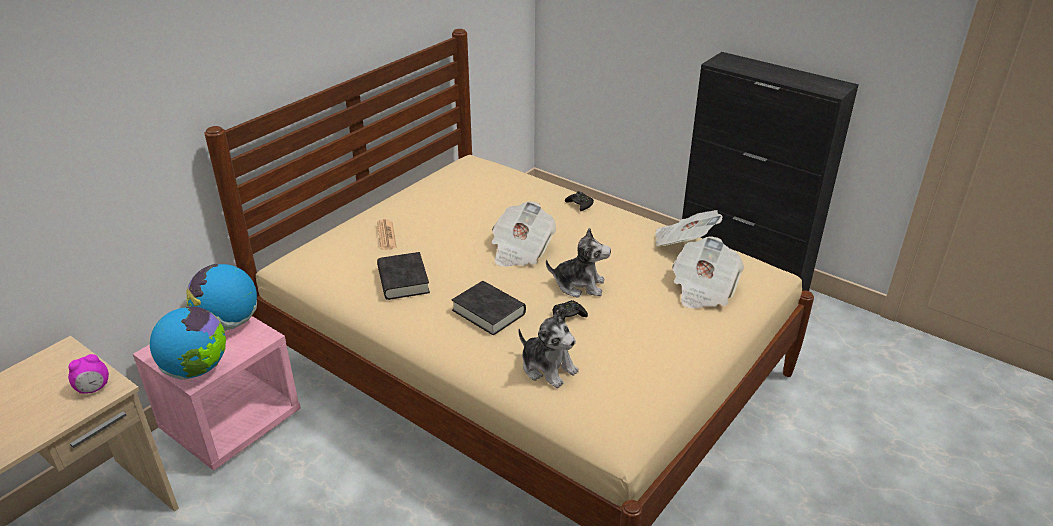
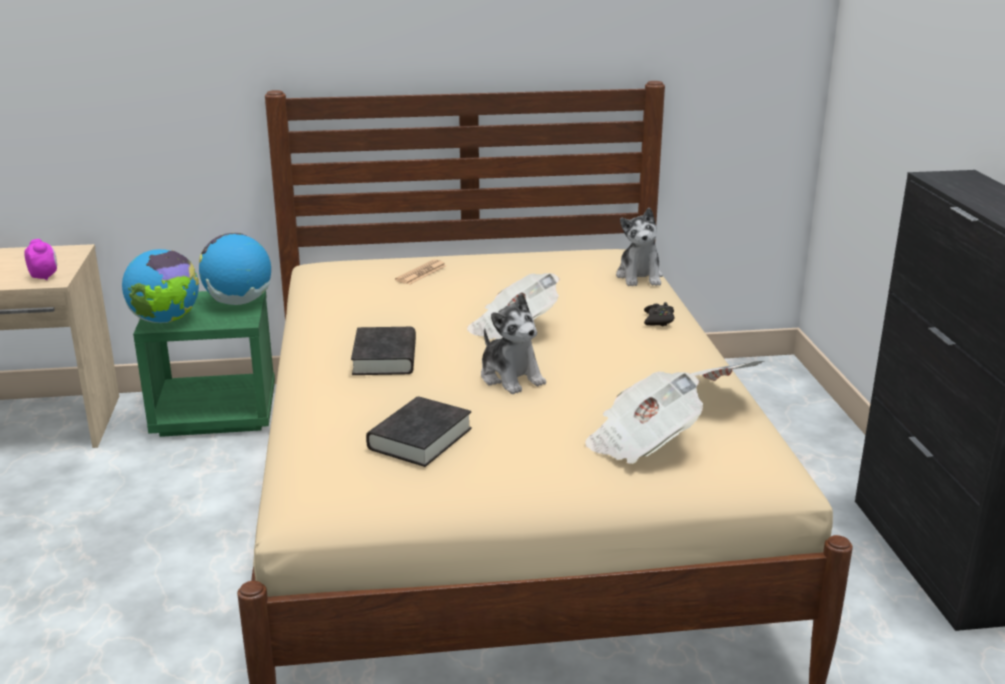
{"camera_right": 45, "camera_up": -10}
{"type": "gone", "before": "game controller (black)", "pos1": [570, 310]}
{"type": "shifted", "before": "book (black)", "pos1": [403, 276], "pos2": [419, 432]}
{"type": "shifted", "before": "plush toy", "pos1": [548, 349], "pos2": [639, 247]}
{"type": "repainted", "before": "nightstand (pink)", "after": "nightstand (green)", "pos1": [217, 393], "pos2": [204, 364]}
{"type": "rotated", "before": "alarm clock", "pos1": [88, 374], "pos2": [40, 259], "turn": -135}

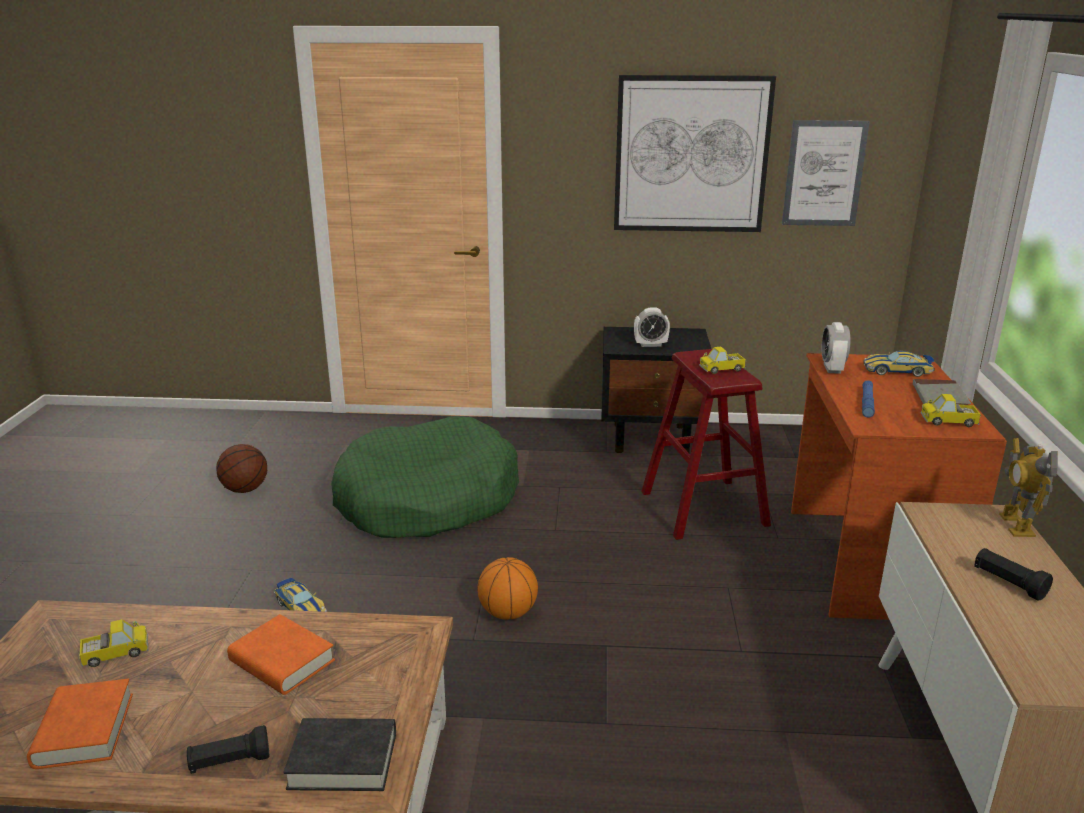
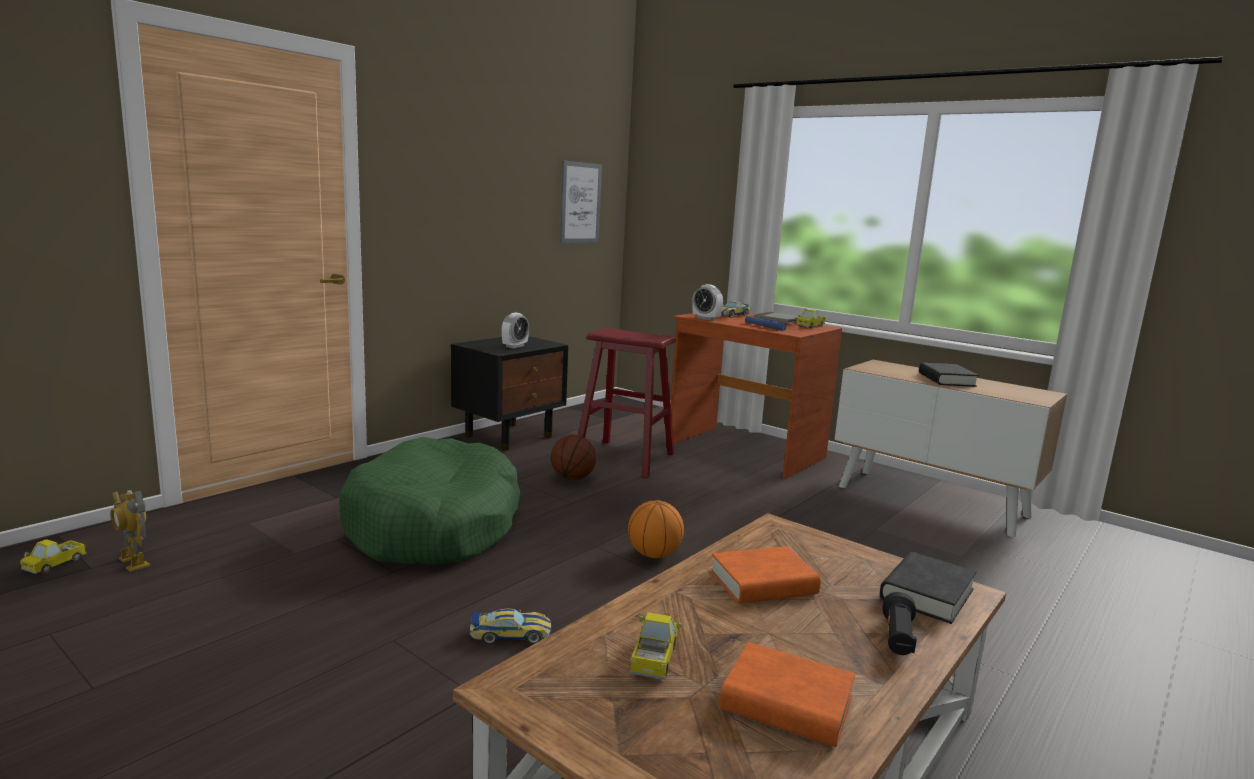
{"camera_right": -55, "camera_up": -10}
{"type": "gone", "before": "picture", "pos1": [695, 153]}
{"type": "shifted", "before": "basketball", "pos1": [241, 468], "pos2": [573, 457]}
{"type": "shifted", "before": "toy truck", "pos1": [722, 360], "pos2": [53, 556]}
{"type": "shifted", "before": "toy robot", "pos1": [1028, 487], "pos2": [130, 531]}
{"type": "swapped", "before": "flashlight (black)", "after": "book (black)", "pos1": [1013, 574], "pos2": [949, 375]}

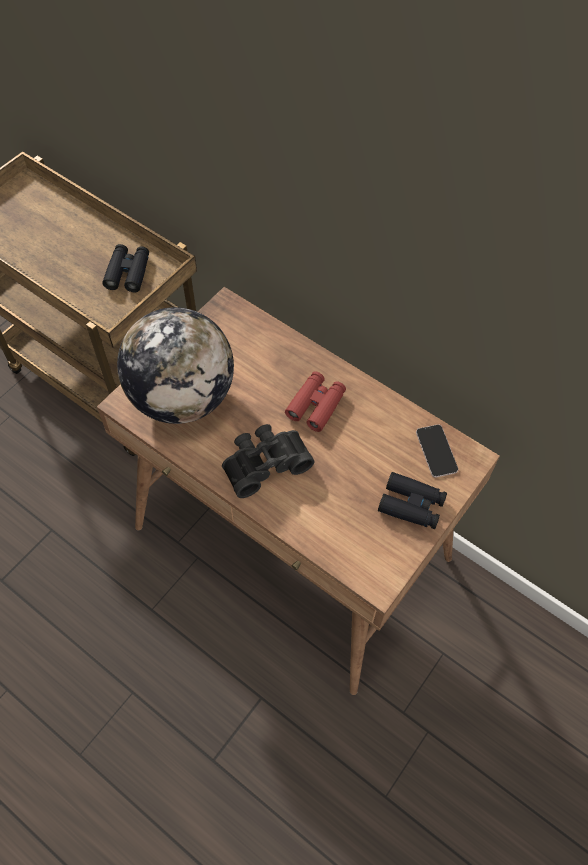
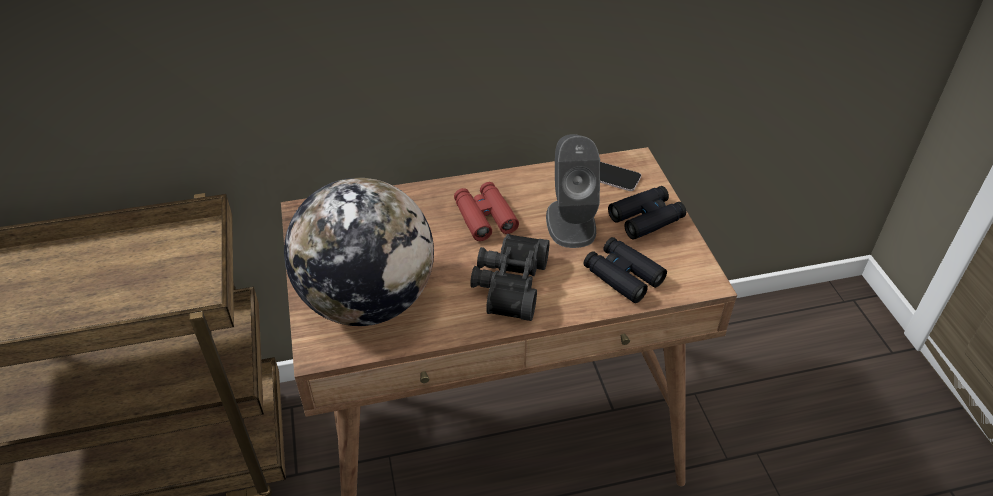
{"camera_right": -50, "camera_up": -15}
{"type": "new", "after": "speaker (grey)", "pos2": [573, 191]}
{"type": "shifted", "before": "binoculars (black)", "pos1": [125, 268], "pos2": [625, 270]}

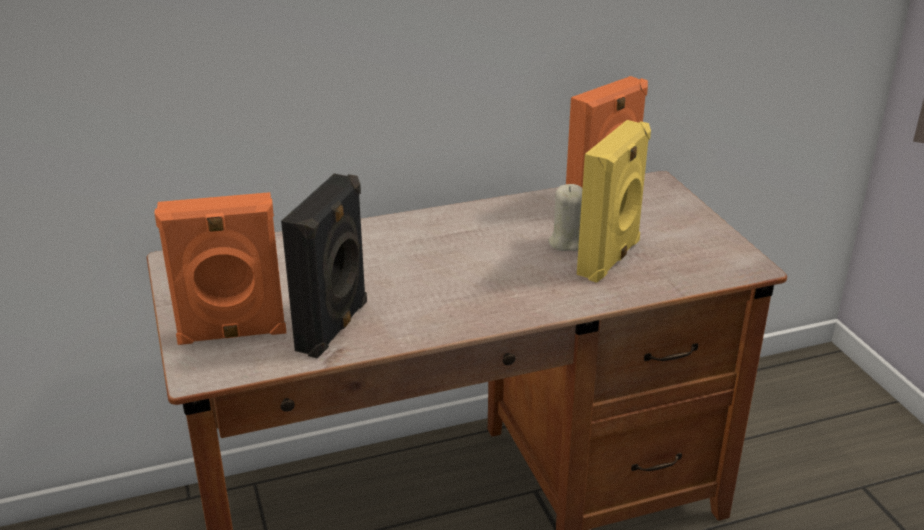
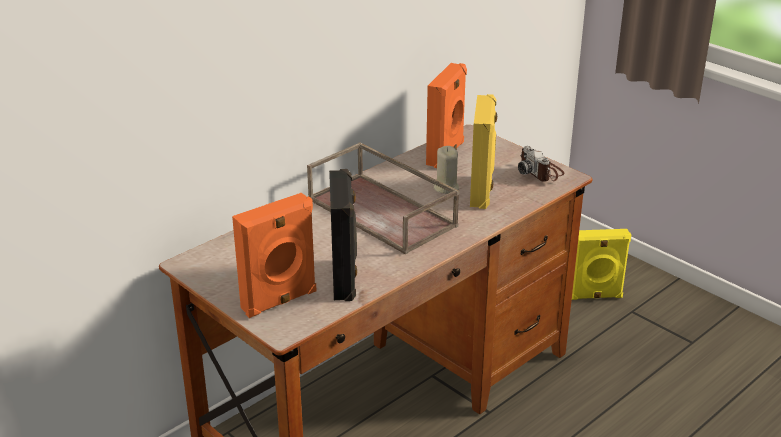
{"camera_right": -25, "camera_up": 0}
{"type": "new", "after": "tray (brown)", "pos2": [383, 198]}
{"type": "new", "after": "photo camera", "pos2": [541, 164]}
{"type": "new", "after": "speaker (yellow)", "pos2": [601, 264]}

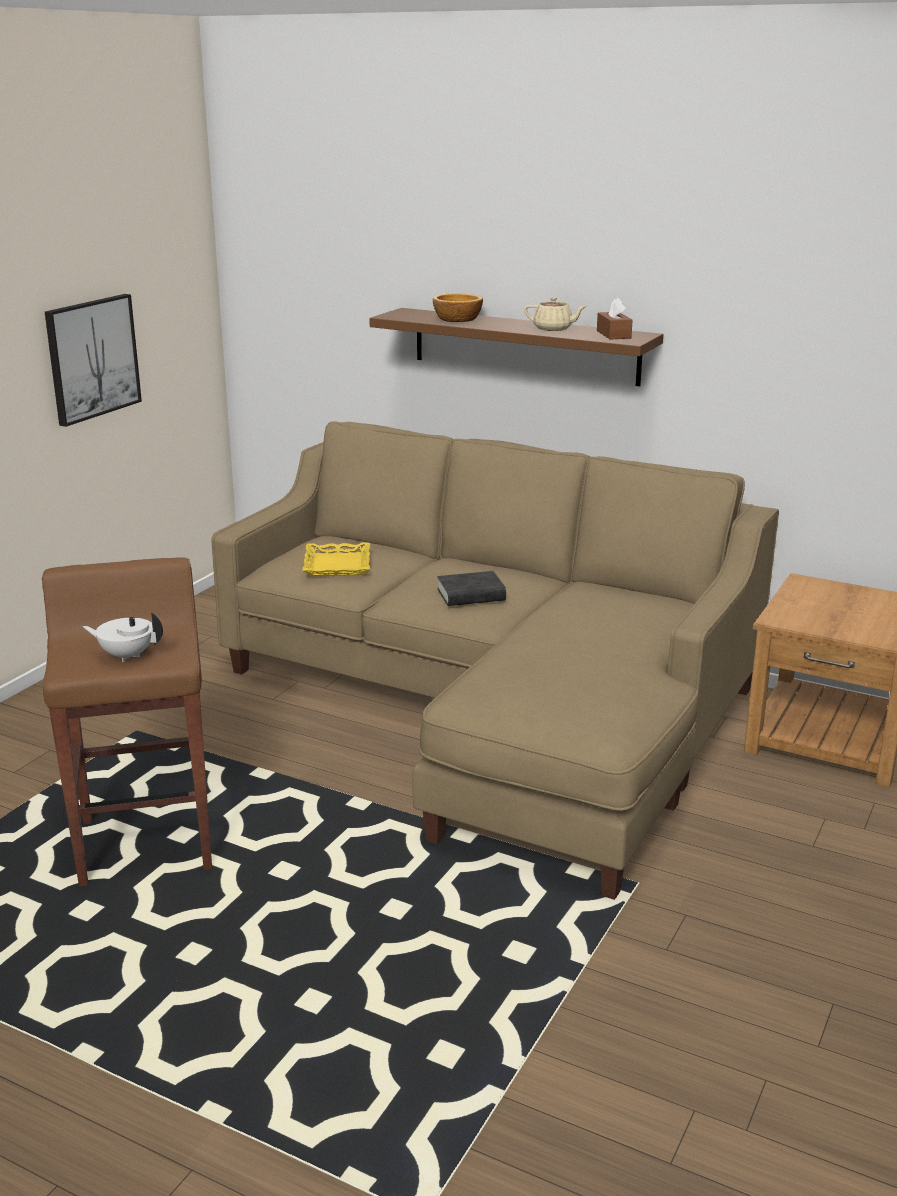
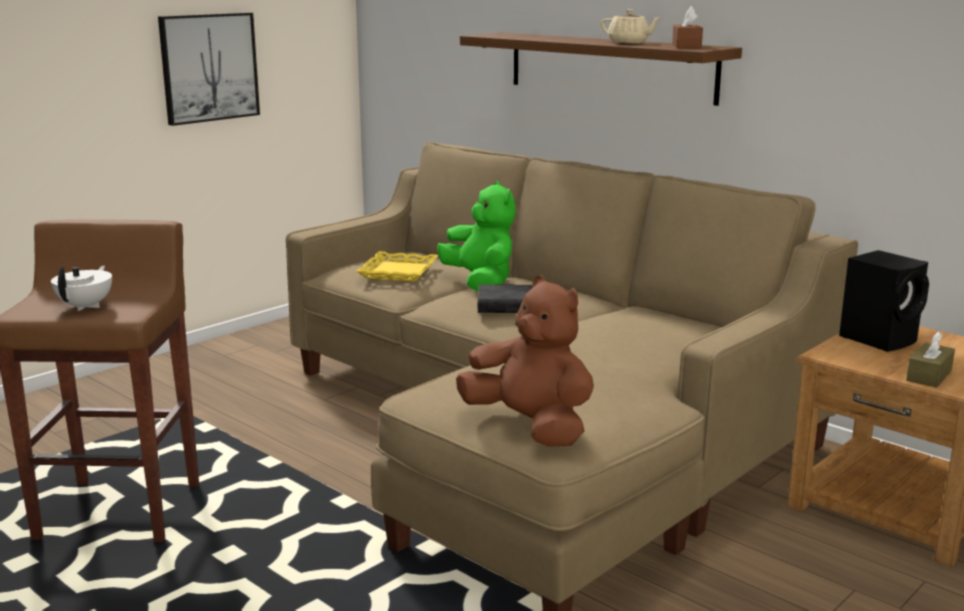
{"camera_right": 15, "camera_up": -5}
{"type": "gone", "before": "bowl", "pos1": [458, 308]}
{"type": "new", "after": "plush toy (green)", "pos2": [476, 236]}
{"type": "new", "after": "plush toy (brown)", "pos2": [525, 361]}
{"type": "new", "after": "speaker (black)", "pos2": [884, 301]}
{"type": "new", "after": "tissue box (brown)", "pos2": [930, 359]}
{"type": "rotated", "before": "teapot (white)", "pos1": [122, 637], "pos2": [81, 288], "turn": 75}

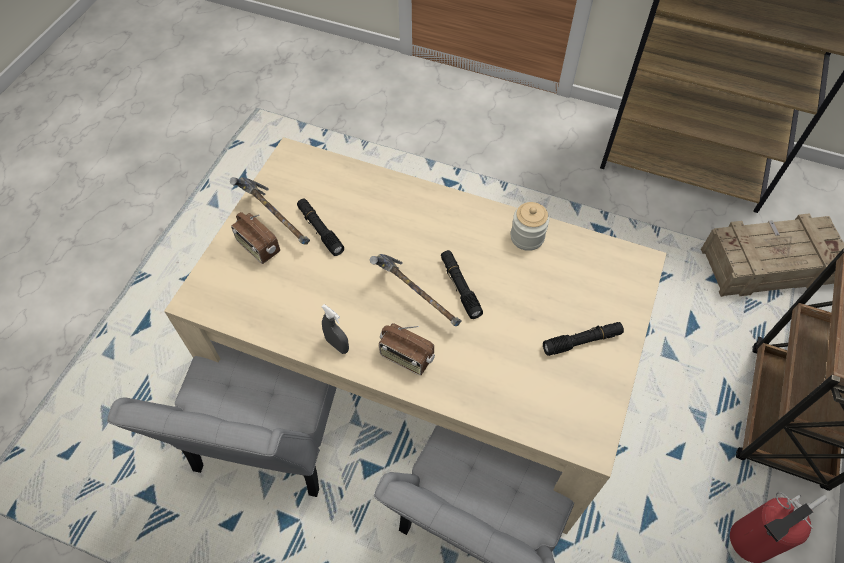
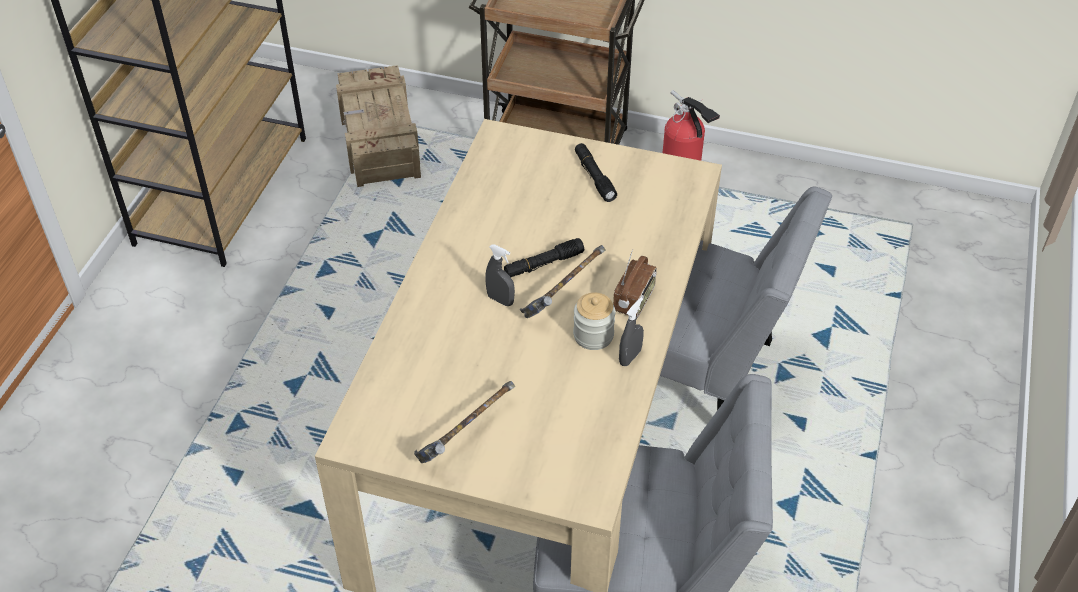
{"camera_right": -95, "camera_up": -10}
{"type": "gone", "before": "radio", "pos1": [255, 238]}
{"type": "gone", "before": "flashlight (black)", "pos1": [320, 227]}
{"type": "new", "after": "spray bottle (grey)", "pos2": [500, 275]}
{"type": "shifted", "before": "jar", "pos1": [529, 226], "pos2": [594, 321]}

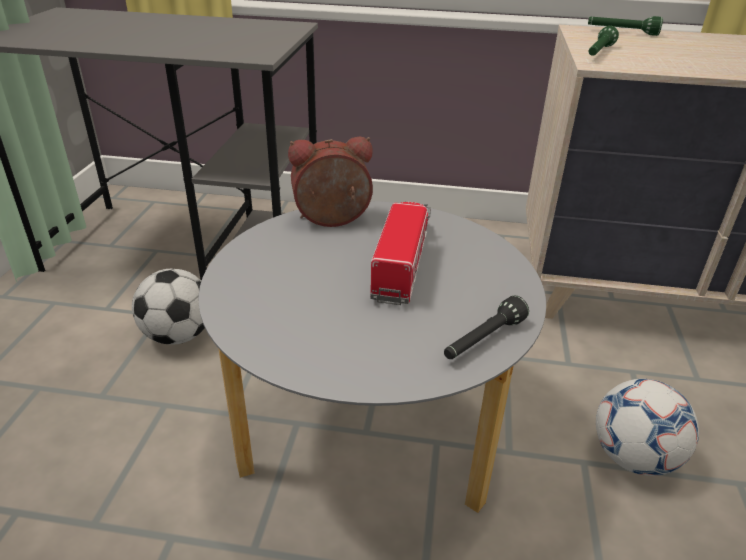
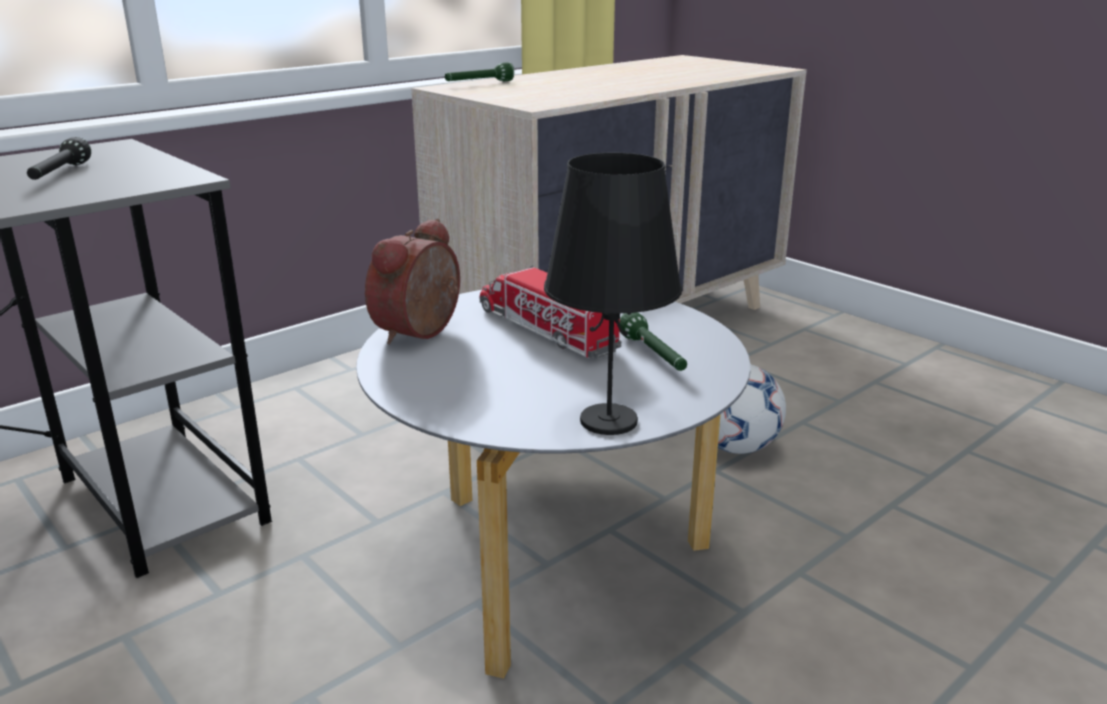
{"camera_right": -50, "camera_up": -10}
{"type": "gone", "before": "football", "pos1": [168, 307]}
{"type": "new", "after": "table lamp (black)", "pos2": [613, 293]}
{"type": "shifted", "before": "flashlight (black)", "pos1": [486, 327], "pos2": [59, 158]}
{"type": "shifted", "before": "flashlight (green)", "pos1": [603, 41], "pos2": [653, 341]}

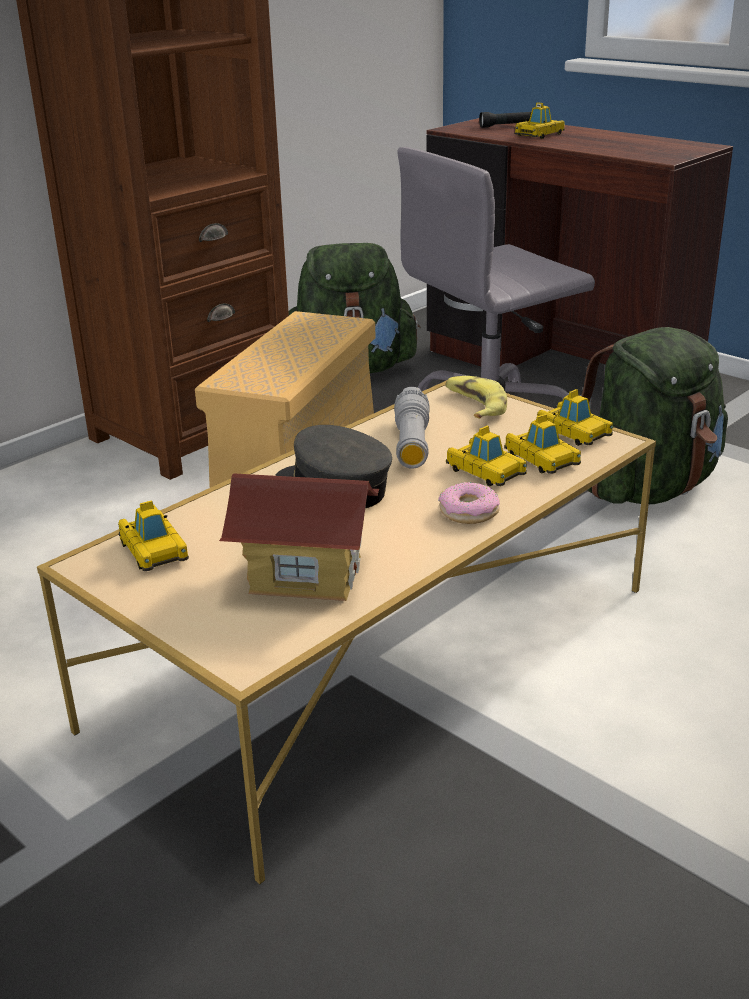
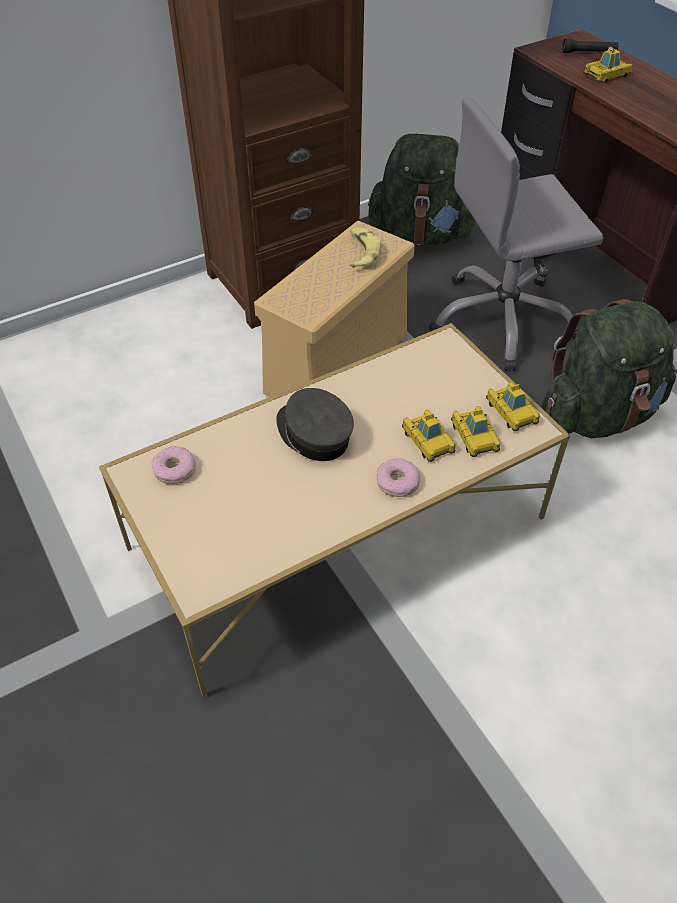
{"camera_right": 15, "camera_up": 20}
{"type": "gone", "before": "toy house", "pos1": [299, 537]}
{"type": "gone", "before": "flashlight (grey)", "pos1": [412, 428]}
{"type": "shifted", "before": "banana", "pos1": [476, 397], "pos2": [365, 247]}
{"type": "swapped", "before": "toy car", "after": "donut", "pos1": [153, 535], "pos2": [173, 465]}

